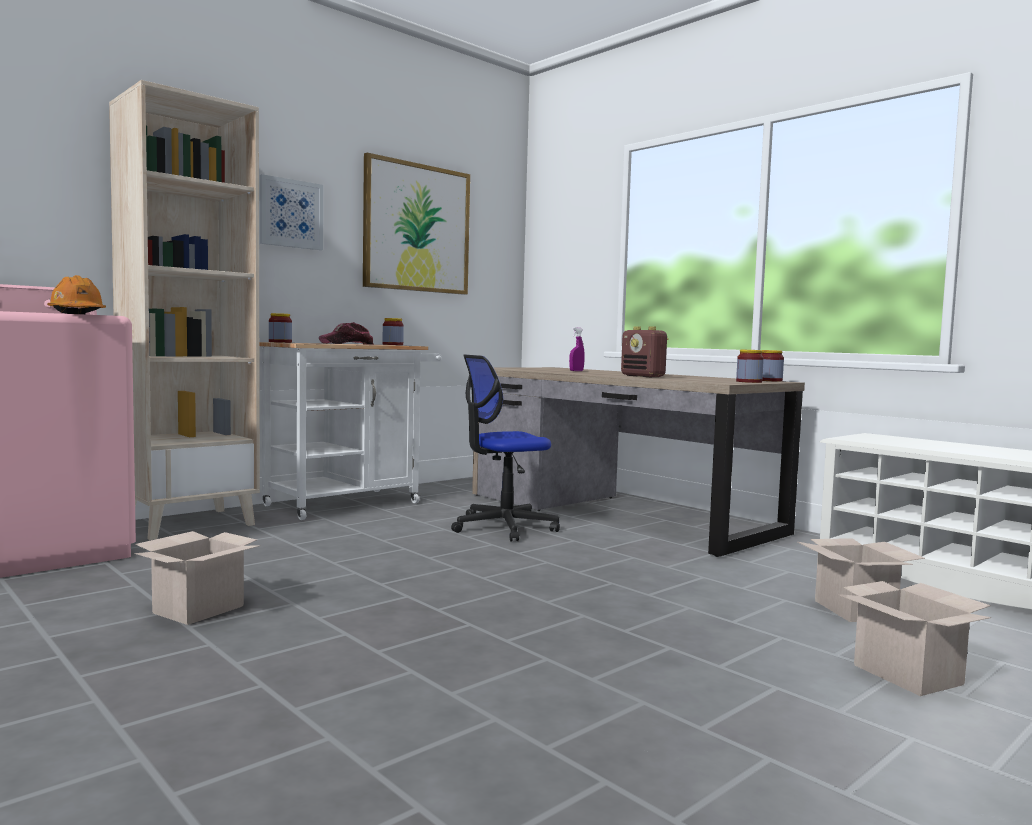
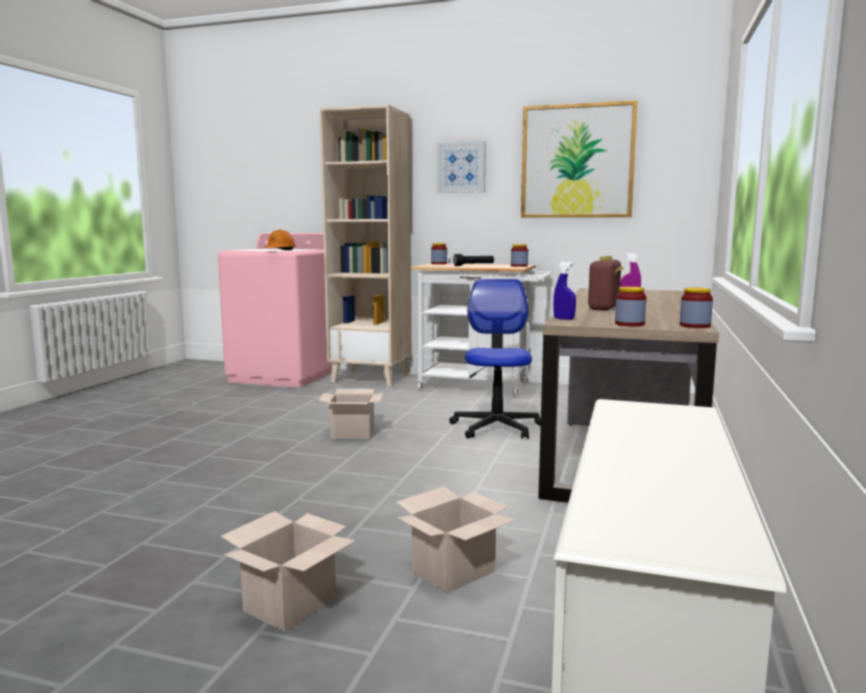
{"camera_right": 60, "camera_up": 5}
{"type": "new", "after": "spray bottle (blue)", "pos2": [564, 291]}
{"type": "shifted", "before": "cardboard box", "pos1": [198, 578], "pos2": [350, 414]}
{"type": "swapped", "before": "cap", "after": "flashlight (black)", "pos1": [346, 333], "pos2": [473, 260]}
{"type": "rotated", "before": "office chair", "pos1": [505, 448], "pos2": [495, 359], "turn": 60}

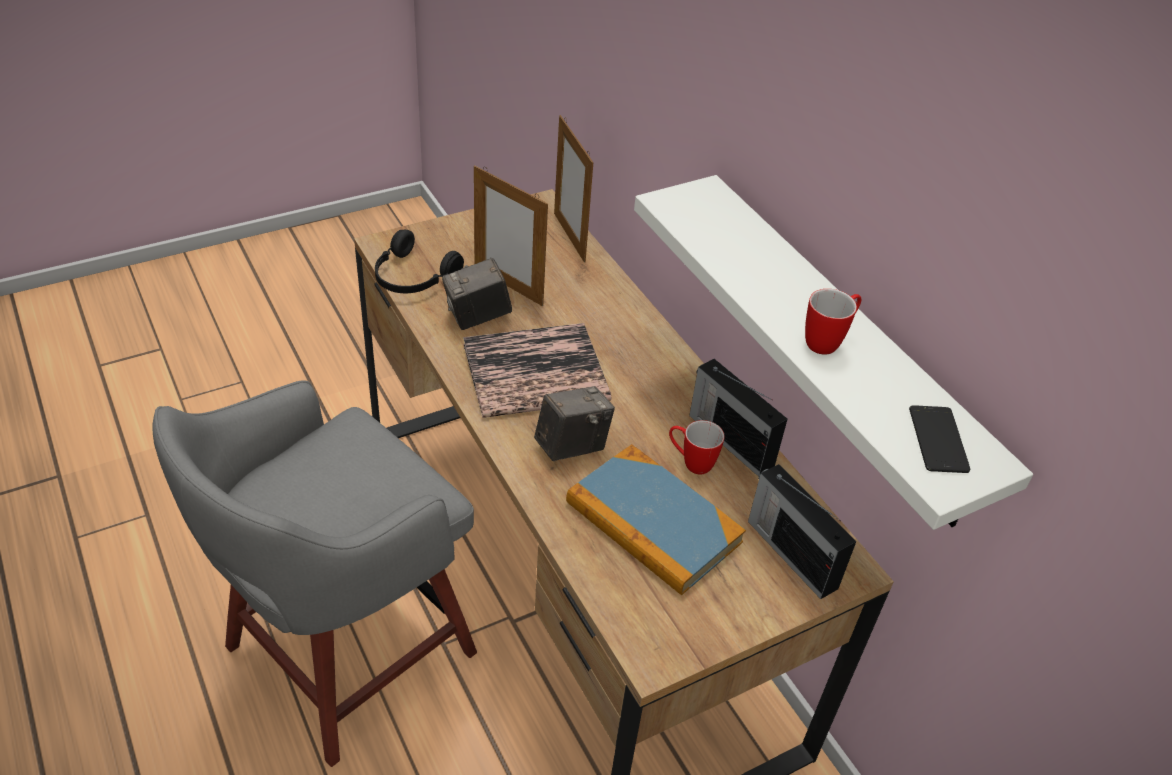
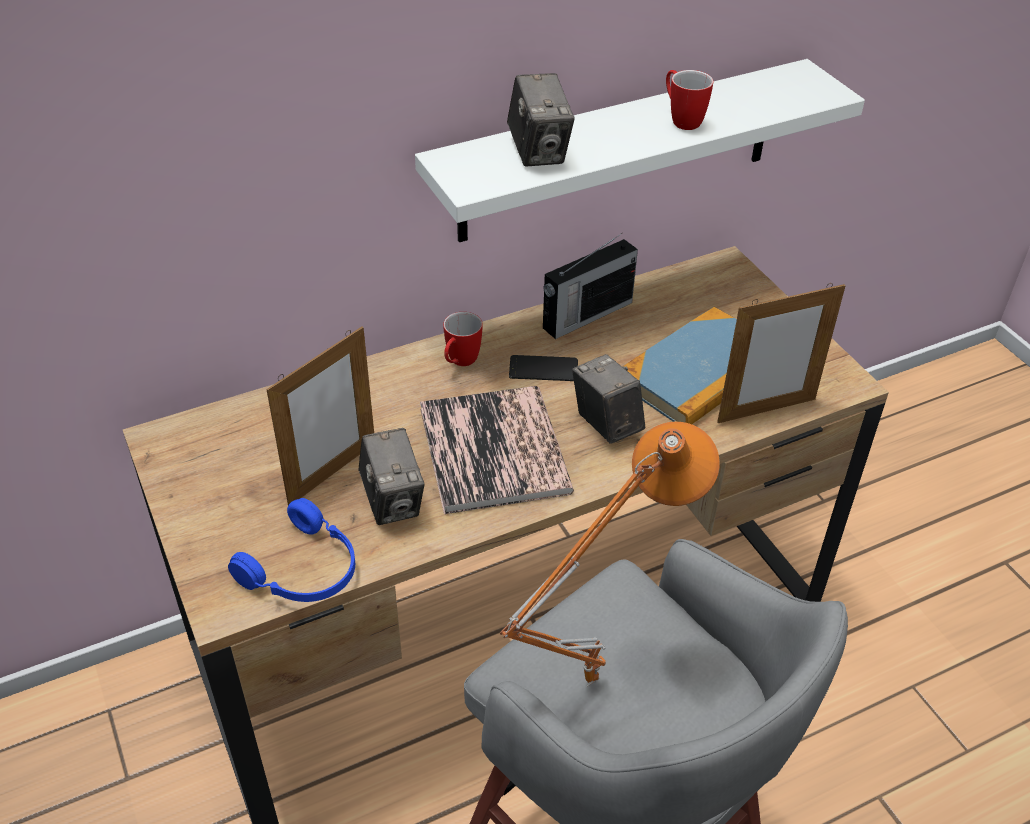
{"camera_right": -85, "camera_up": 0}
{"type": "gone", "before": "radio", "pos1": [802, 531]}
{"type": "new", "after": "table lamp (orange)", "pos2": [610, 554]}
{"type": "new", "after": "photo camera", "pos2": [541, 120]}
{"type": "shifted", "before": "picture frame", "pos1": [573, 189], "pos2": [781, 353]}
{"type": "shifted", "before": "mug", "pos1": [697, 447], "pos2": [463, 339]}
{"type": "shifted", "before": "phone", "pos1": [939, 439], "pos2": [543, 368]}
{"type": "repainted", "before": "headphones (black)", "after": "headphones (blue)", "pos1": [419, 261], "pos2": [291, 550]}

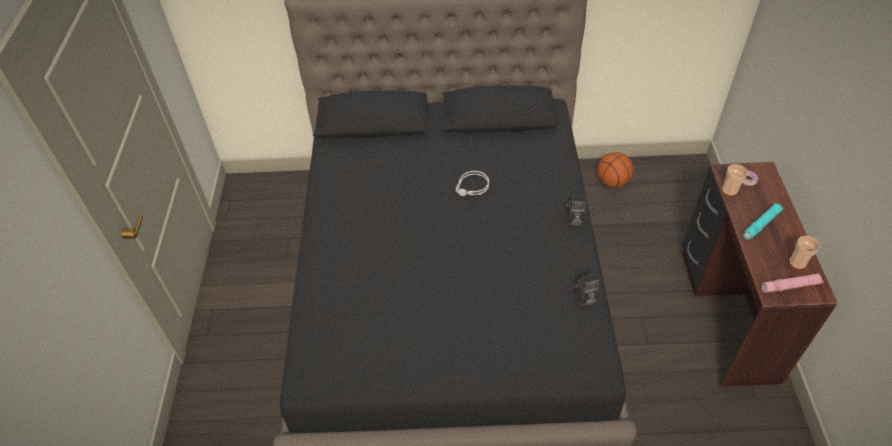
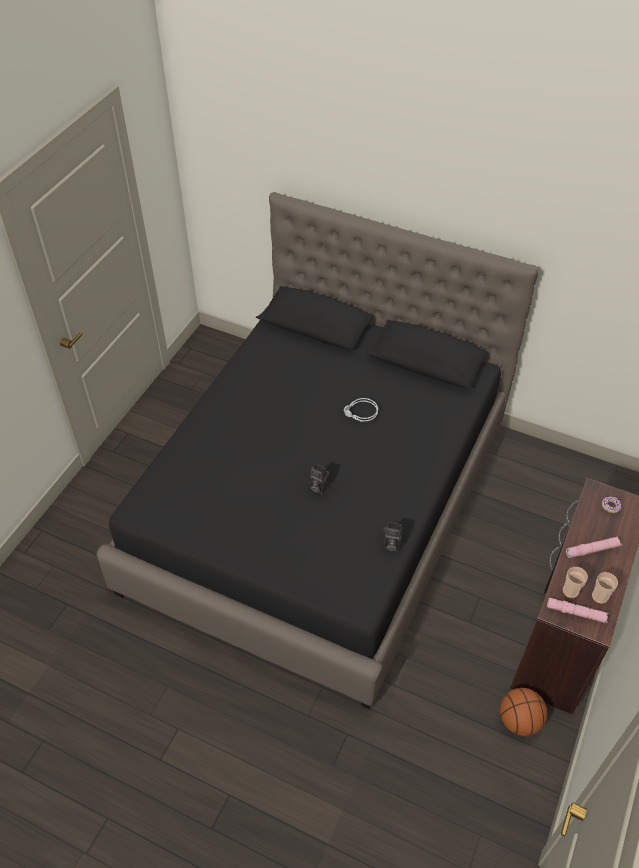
{"camera_right": 25, "camera_up": 0}
{"type": "shifted", "before": "photo camera", "pos1": [576, 211], "pos2": [320, 479]}
{"type": "shifted", "before": "basketball", "pos1": [615, 170], "pos2": [523, 712]}
{"type": "shifted", "before": "cup", "pos1": [734, 180], "pos2": [575, 582]}
{"type": "repainted", "before": "flashlight (turquoise)", "after": "flashlight (pink)", "pos1": [763, 221], "pos2": [594, 547]}

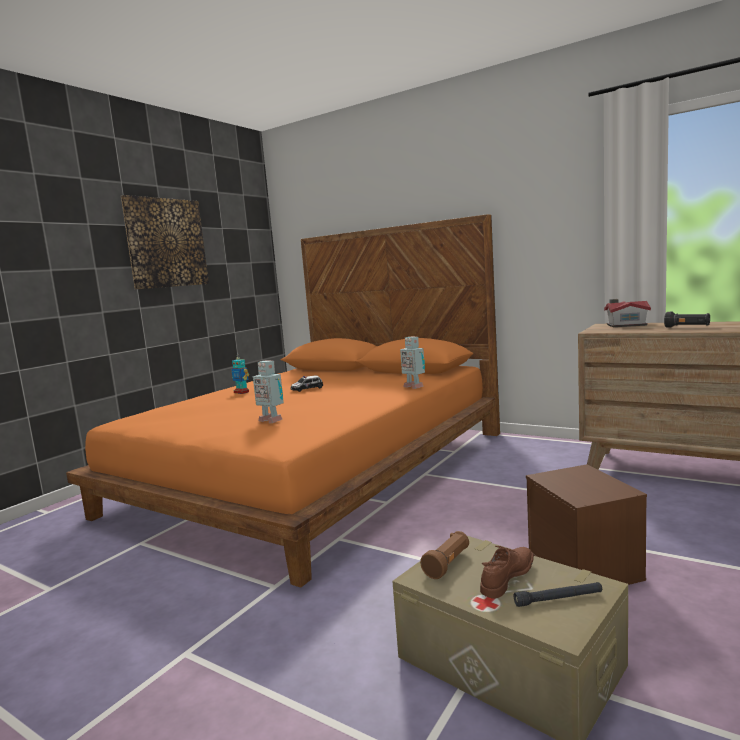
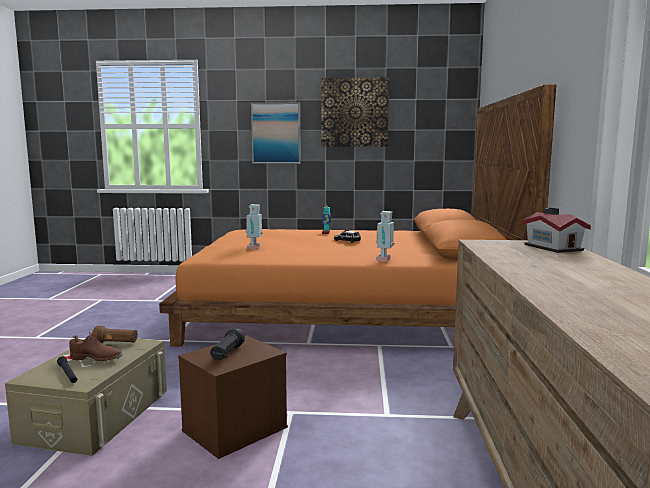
{"camera_right": 60, "camera_up": 0}
{"type": "new", "after": "picture", "pos2": [276, 133]}
{"type": "shifted", "before": "flashlight (black)", "pos1": [687, 320], "pos2": [227, 344]}

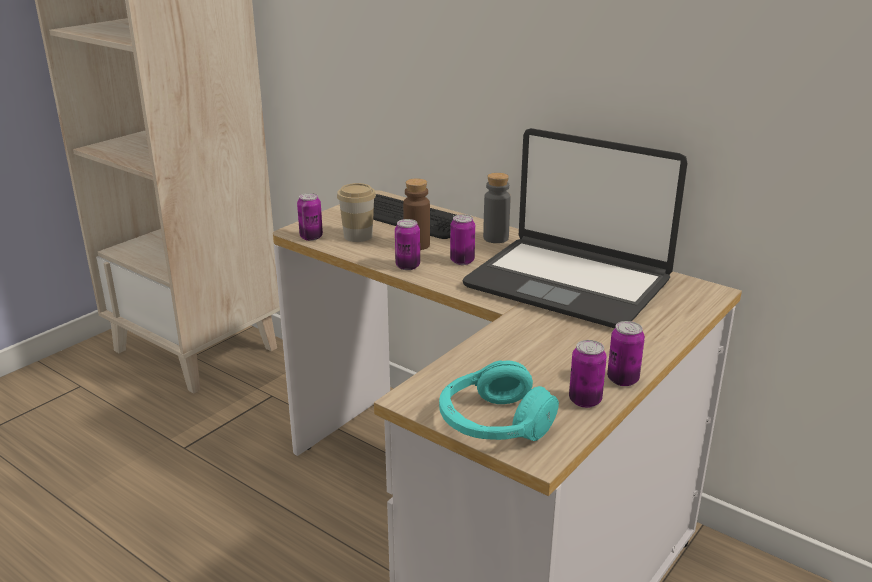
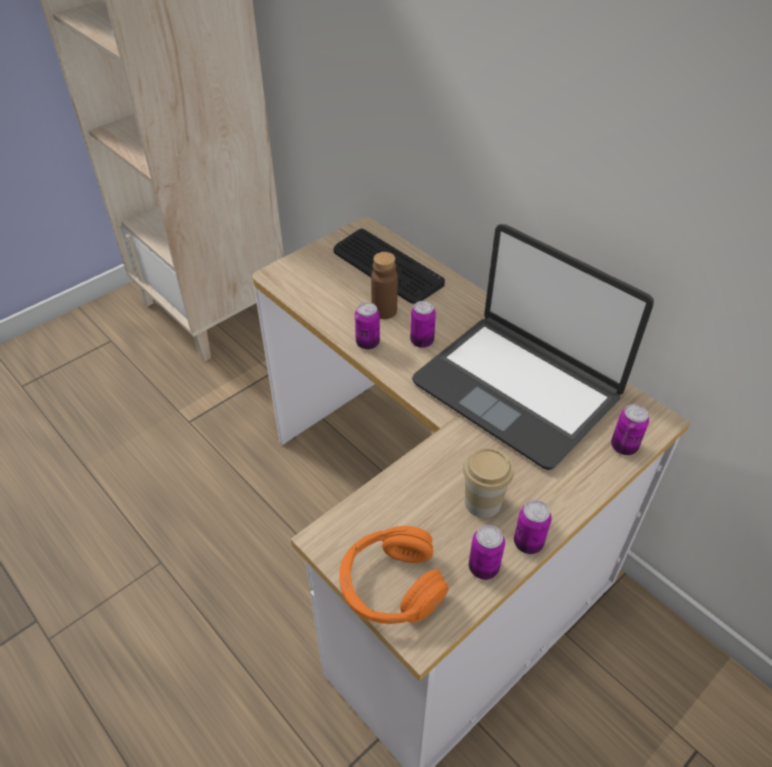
{"camera_right": 10, "camera_up": 20}
{"type": "gone", "before": "bottle (grey)", "pos1": [496, 208]}
{"type": "shifted", "before": "can", "pos1": [310, 217], "pos2": [630, 429]}
{"type": "shifted", "before": "cup", "pos1": [356, 212], "pos2": [488, 482]}
{"type": "repainted", "before": "headphones (turquoise)", "after": "headphones (orange)", "pos1": [499, 400], "pos2": [394, 575]}

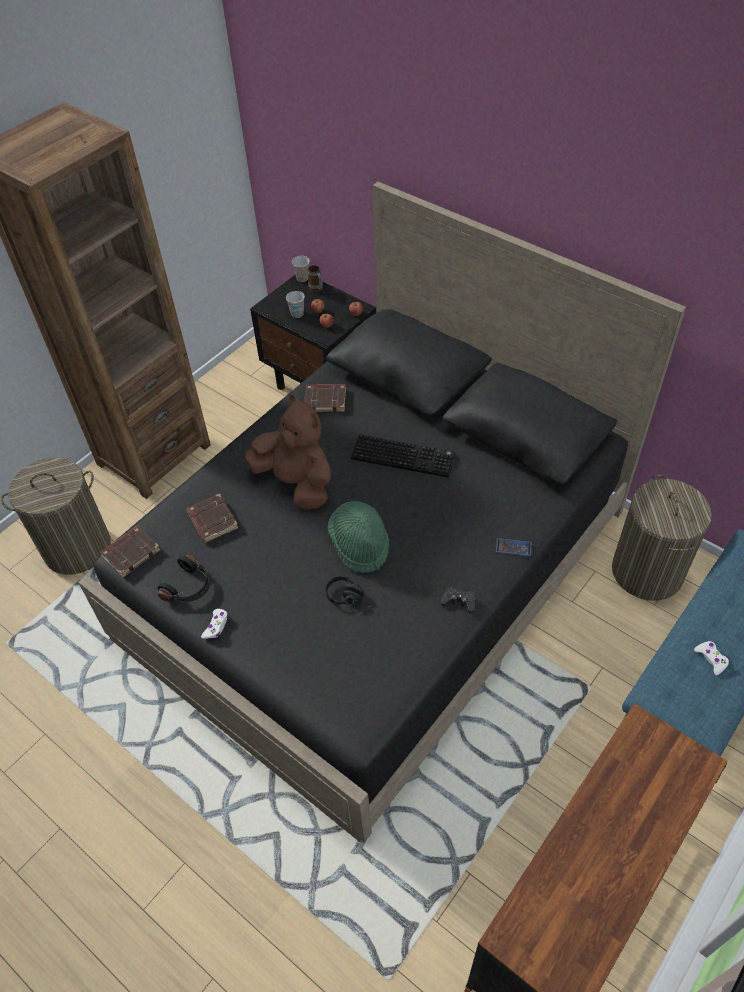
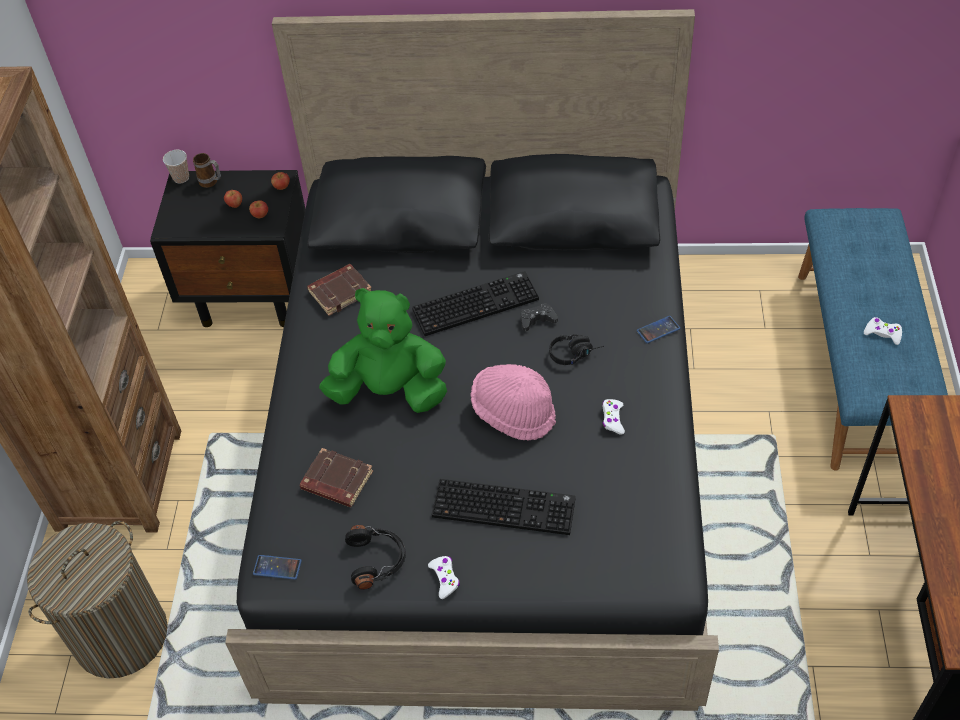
{"camera_right": -35, "camera_up": 0}
{"type": "gone", "before": "cup", "pos1": [295, 304]}
{"type": "gone", "before": "laundry basket", "pos1": [662, 538]}
{"type": "new", "after": "keyboard", "pos2": [503, 507]}
{"type": "new", "after": "game controller (white)", "pos2": [613, 417]}
{"type": "shifted", "before": "headphones (black)", "pos1": [348, 590], "pos2": [576, 349]}
{"type": "shifted", "before": "game controller (black)", "pos1": [458, 600], "pos2": [539, 317]}
{"type": "swapped", "before": "book (brown)", "after": "phone", "pos1": [130, 552], "pos2": [277, 567]}
{"type": "repainted", "before": "plush toy (brown)", "after": "plush toy (green)", "pos1": [288, 452], "pos2": [383, 350]}
{"type": "repainted", "before": "hat (green)", "after": "hat (pink)", "pos1": [358, 537], "pos2": [513, 402]}

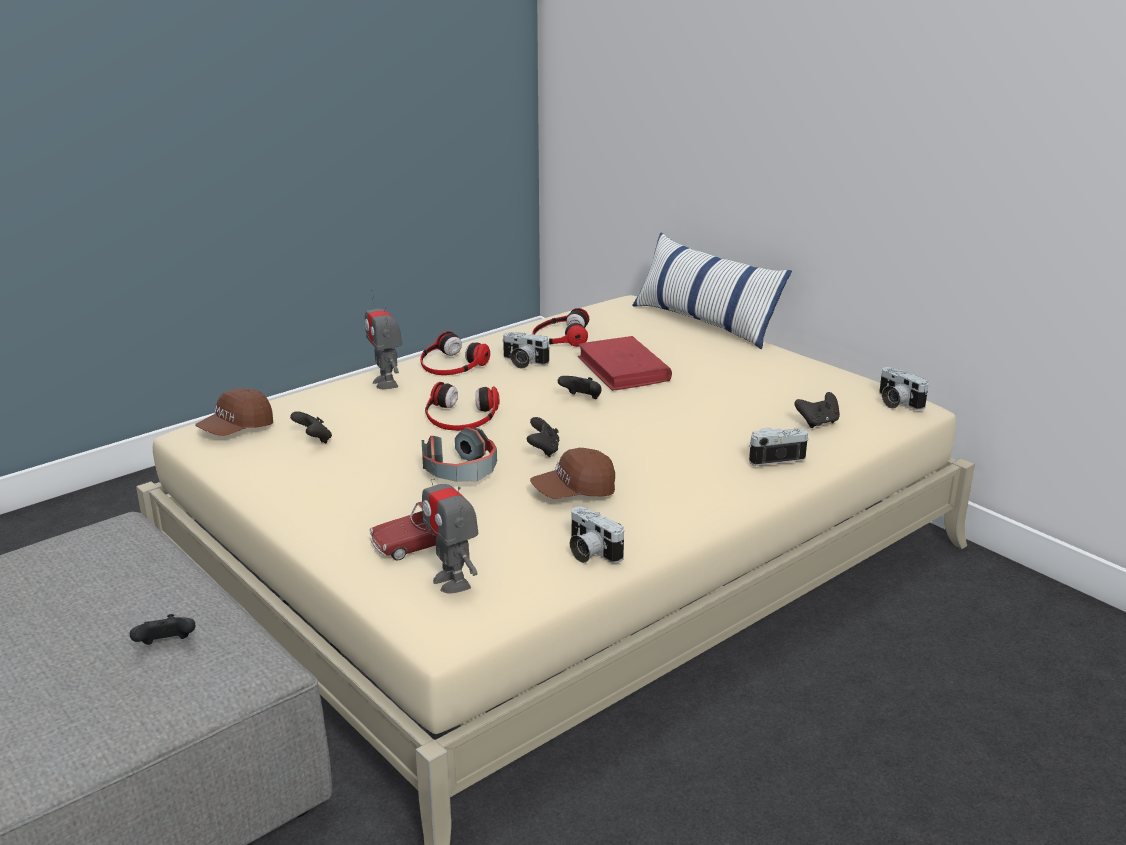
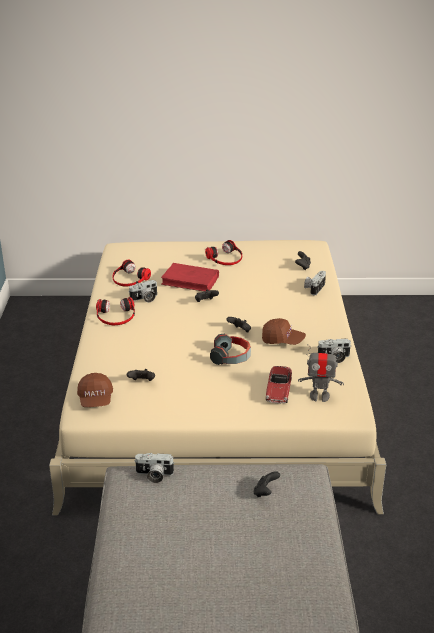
{"camera_right": -50, "camera_up": 5}
{"type": "gone", "before": "toy robot", "pos1": [383, 339]}
{"type": "gone", "before": "pillow", "pos1": [712, 291]}
{"type": "shifted", "before": "headphones", "pos1": [462, 406], "pos2": [223, 252]}
{"type": "shifted", "before": "photo camera", "pos1": [904, 388], "pos2": [154, 468]}
{"type": "rotated", "before": "cap (brown)", "pos1": [572, 473], "pos2": [284, 331], "turn": -90}

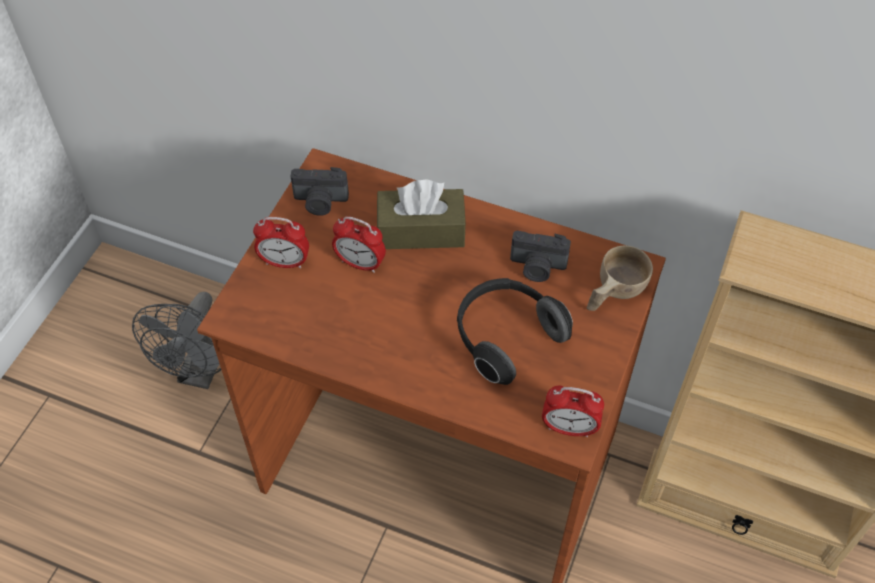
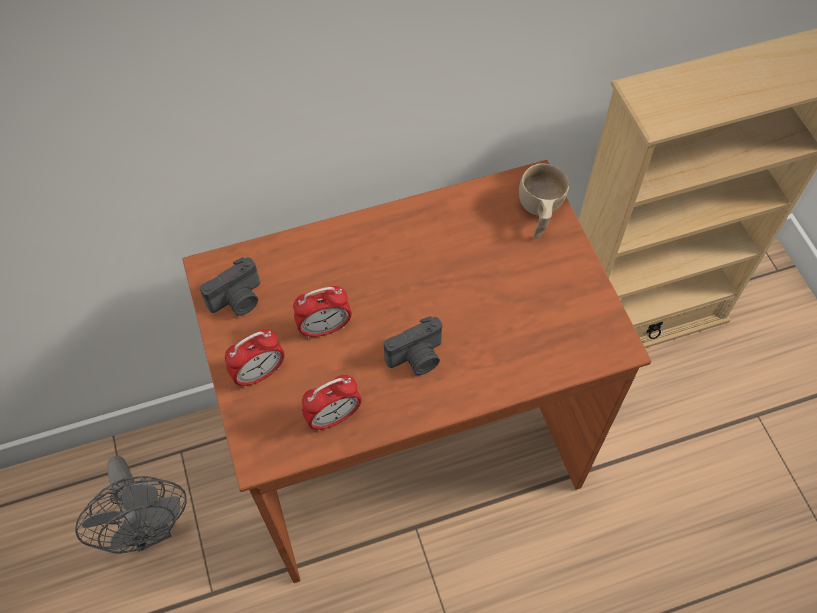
{"camera_right": -40, "camera_up": 5}
{"type": "gone", "before": "tissue box (brown)", "pos1": [421, 214]}
{"type": "gone", "before": "headphones", "pos1": [515, 331]}
{"type": "shifted", "before": "photo camera", "pos1": [540, 256], "pos2": [413, 345]}
{"type": "shifted", "before": "alarm clock", "pos1": [573, 411], "pos2": [332, 403]}

